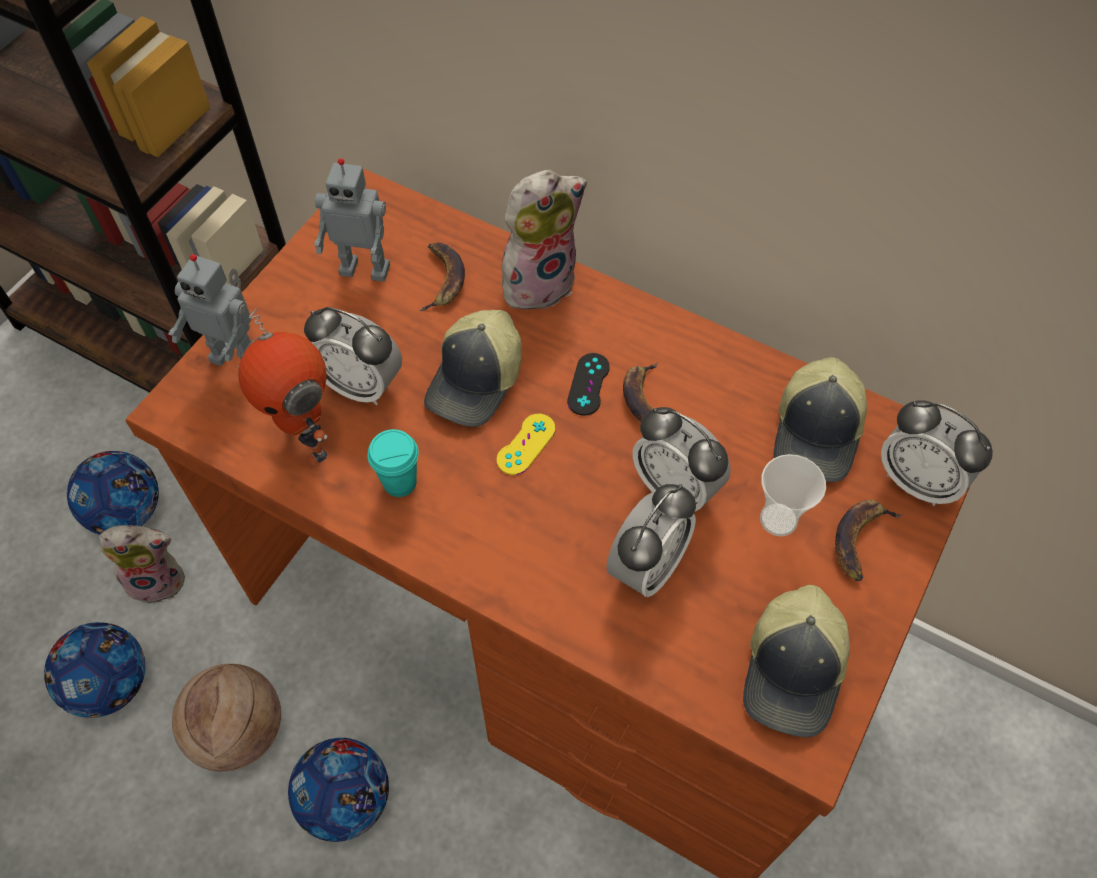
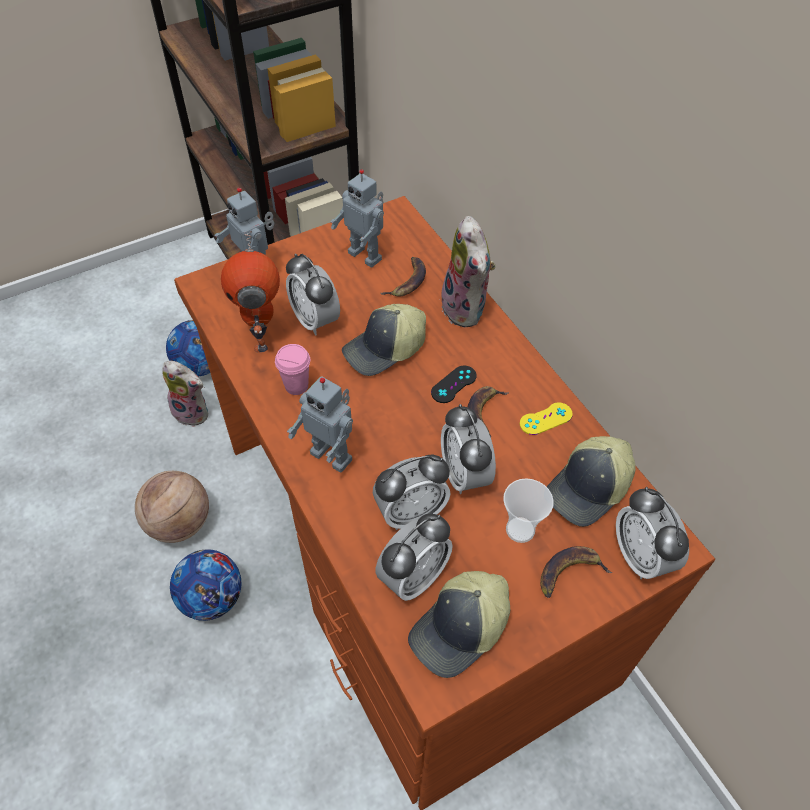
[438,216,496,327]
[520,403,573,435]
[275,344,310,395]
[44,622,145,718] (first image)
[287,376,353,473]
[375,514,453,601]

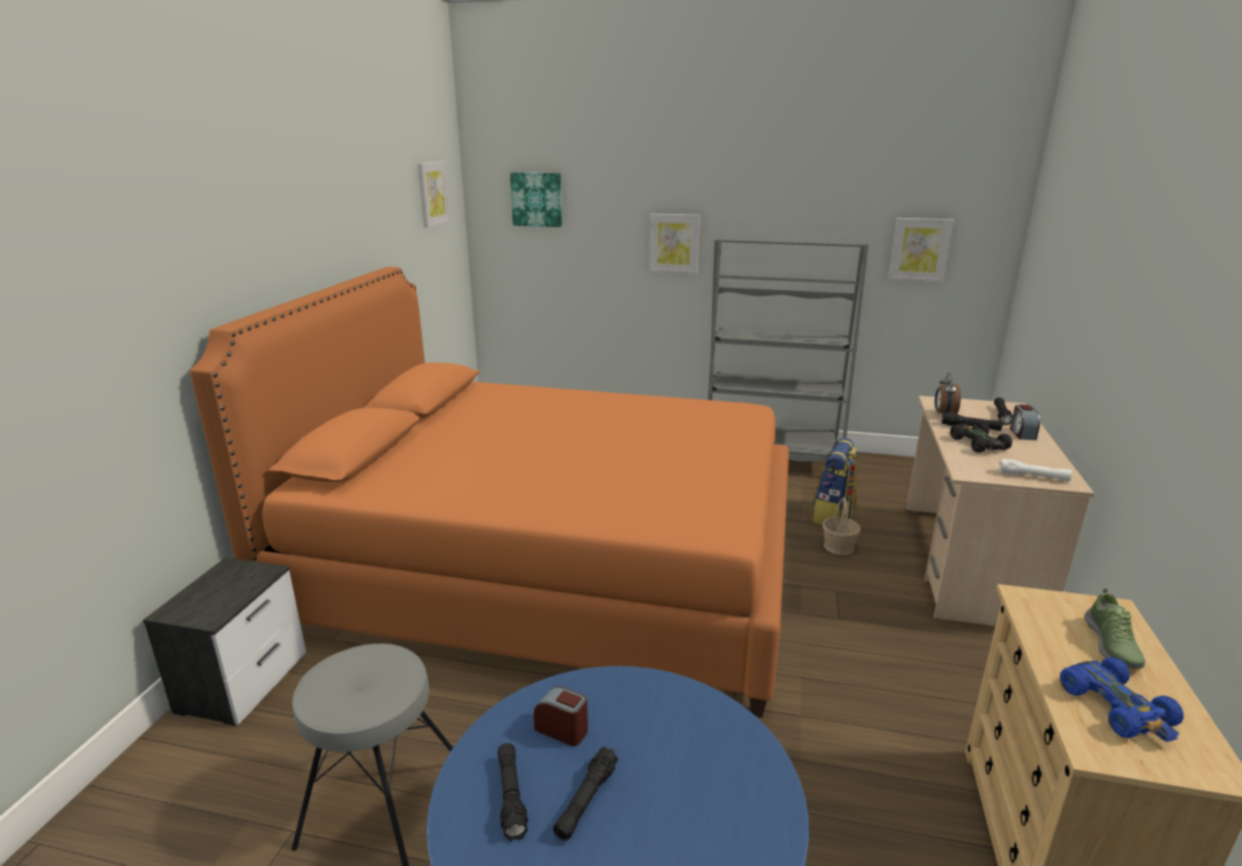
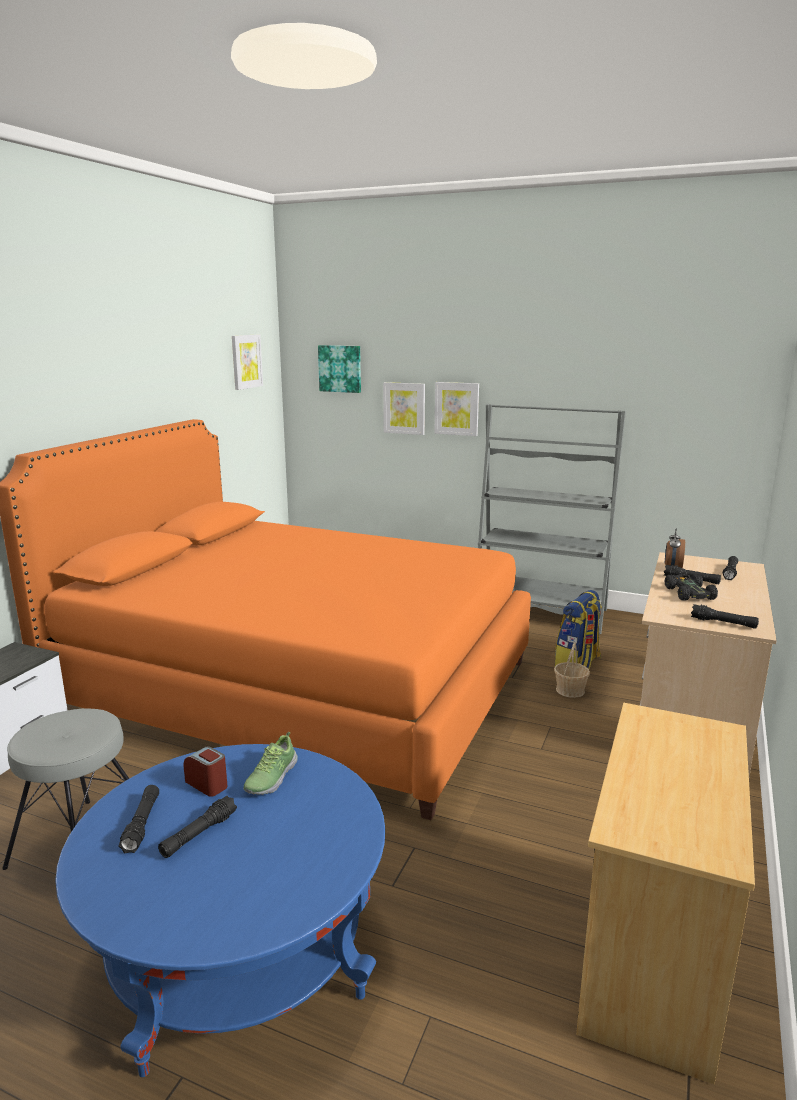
[383,382,425,435]
[1010,404,1040,440] (first image)
[691,604,759,629]
[244,732,298,795]
[1060,657,1184,742] (first image)

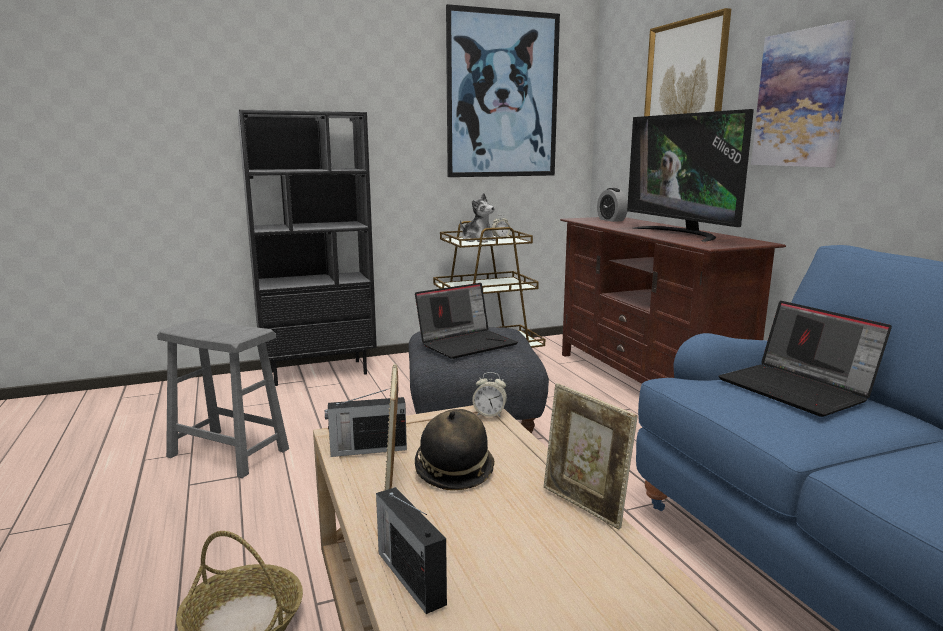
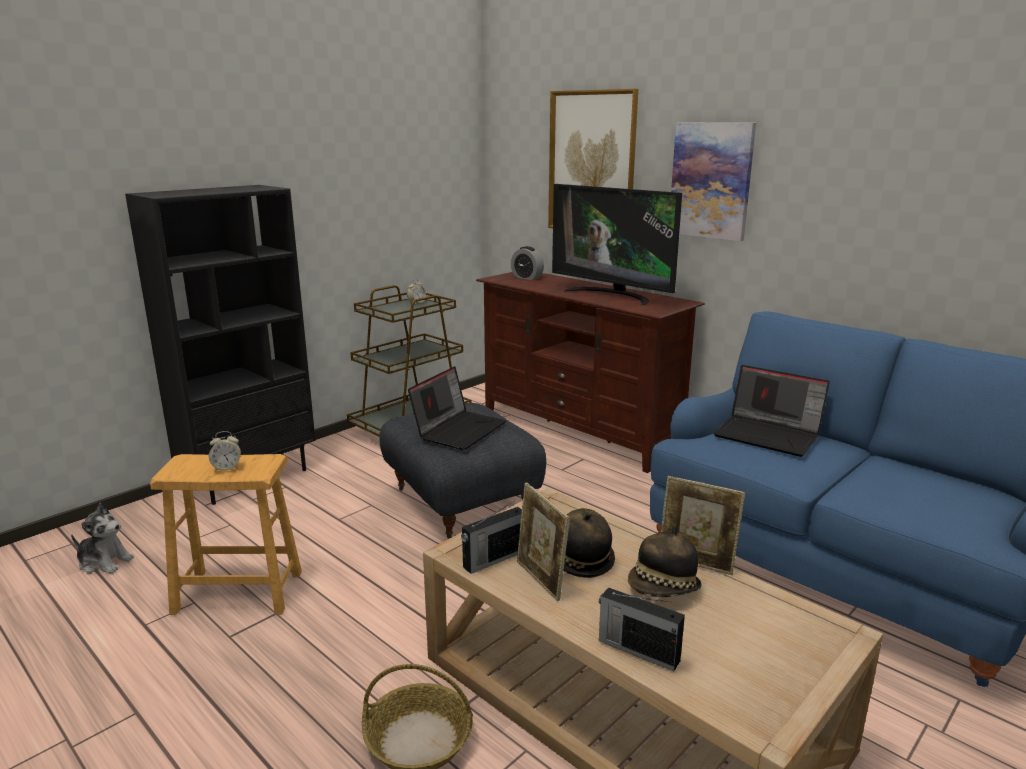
[446,4,560,177] (first image)
[71,502,134,574]
[150,454,302,615]
[209,431,241,472]
[628,525,702,597]

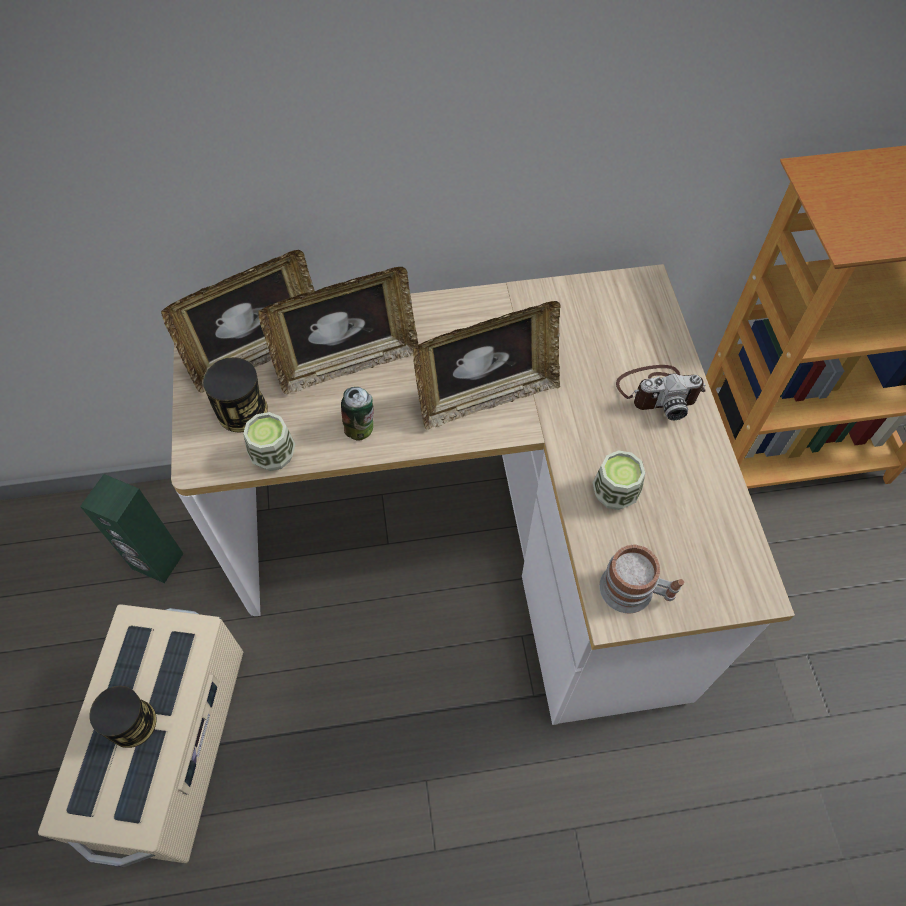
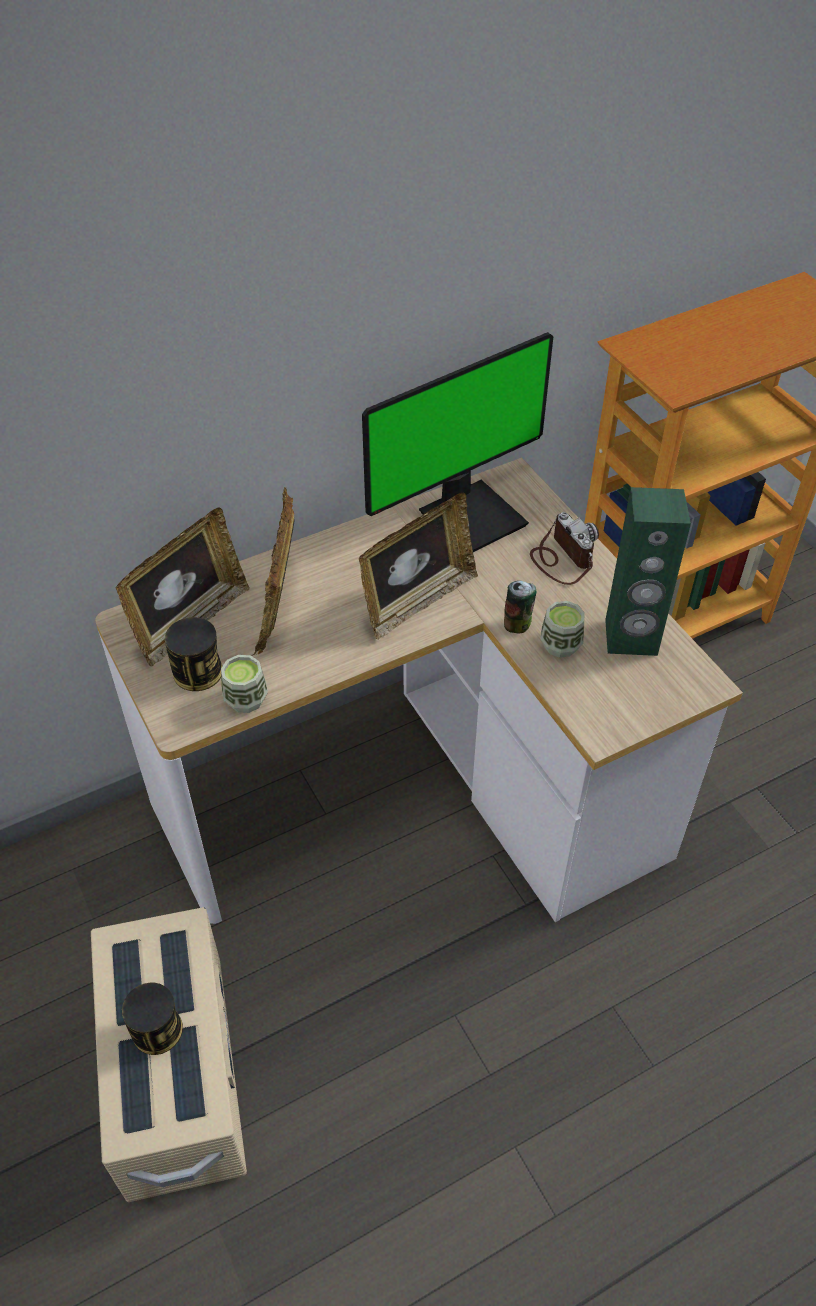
[253,487,294,655]
[530,512,599,585]
[504,580,537,633]
[605,487,691,656]
[599,544,684,613] (first image)
[362,332,553,552]

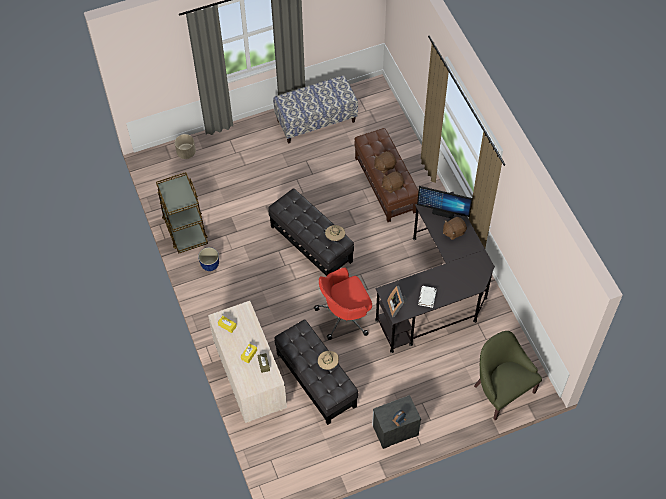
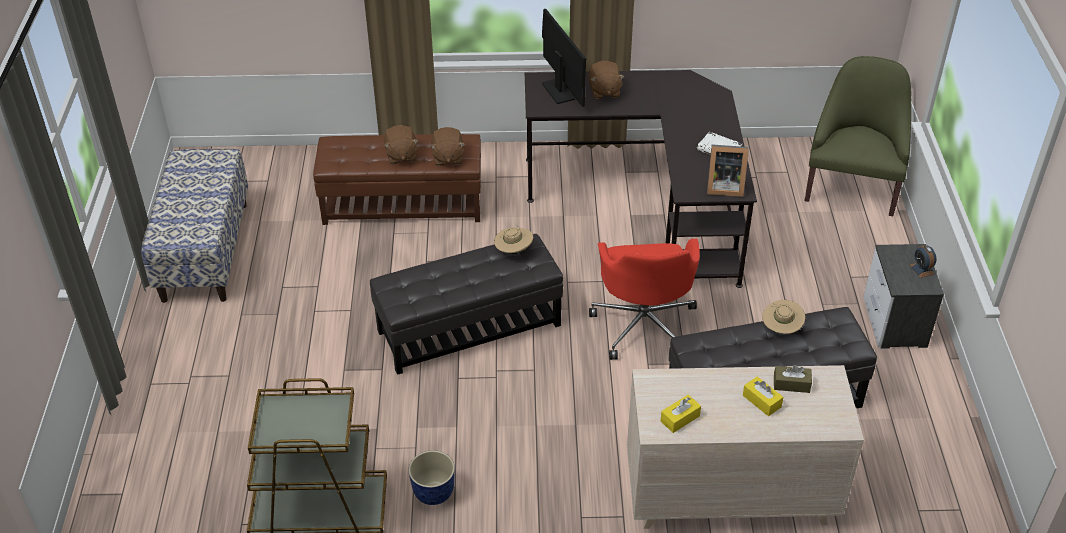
[175,134,196,159] (first image)
[542,9,586,107]
[804,56,911,216]

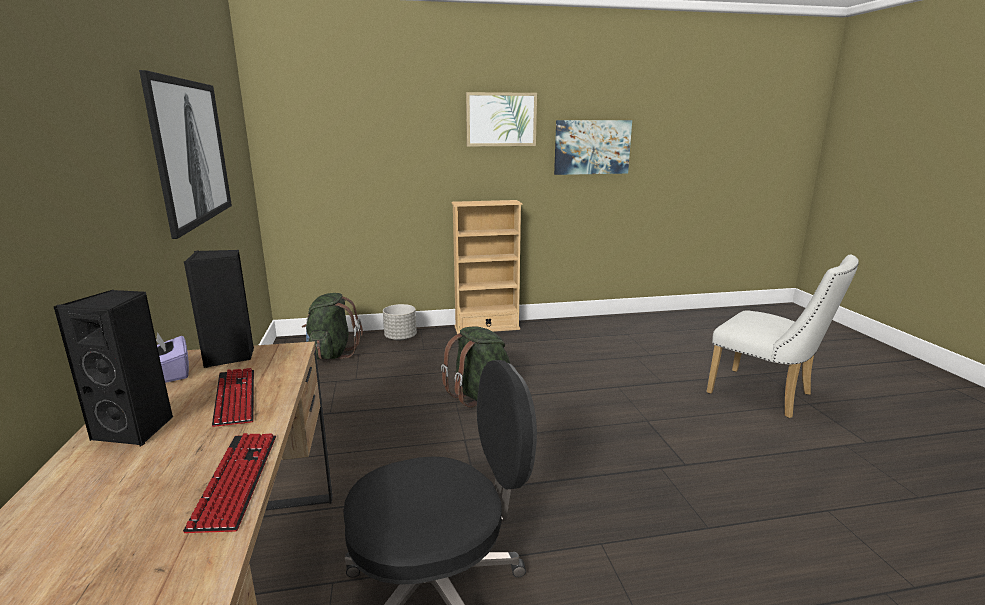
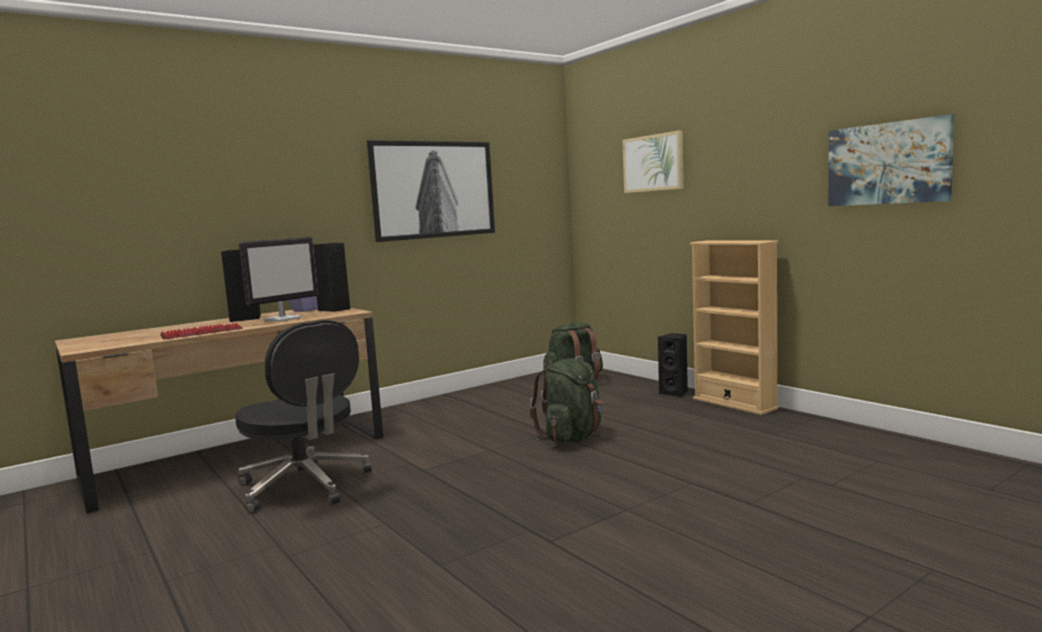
[622,130,684,193]
[706,255,859,418] (first image)
[383,304,417,341] (first image)
[239,237,318,322]
[658,333,688,397]

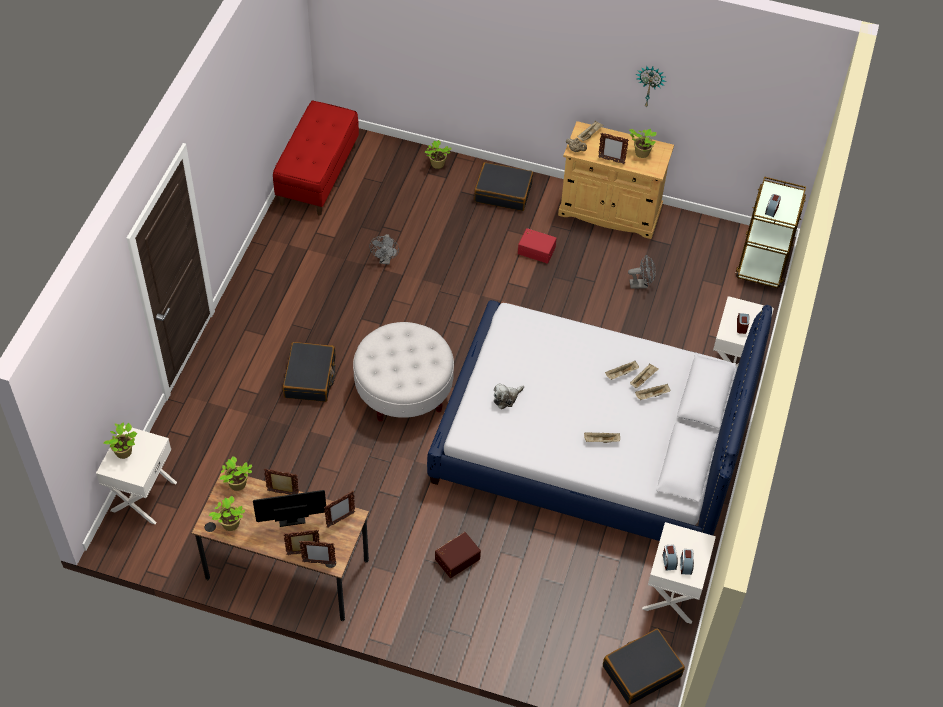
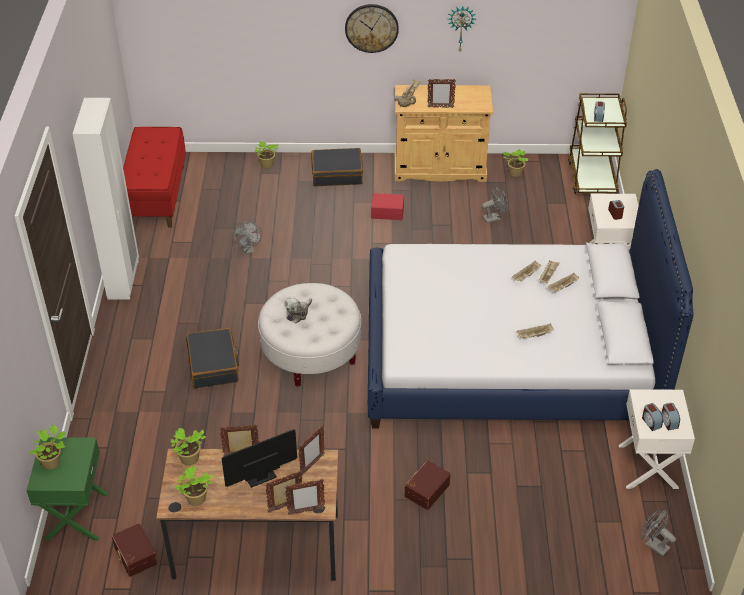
[503,149,529,177]
[284,298,312,323]
[26,437,108,540]
[642,510,676,556]
[345,4,399,53]
[73,98,139,300]
[112,524,158,577]

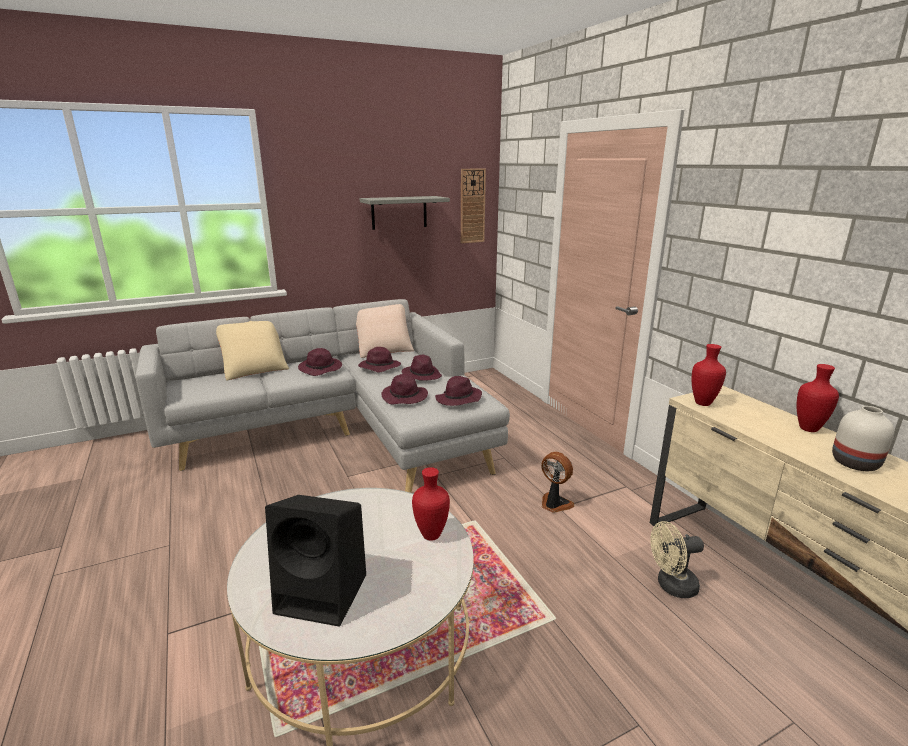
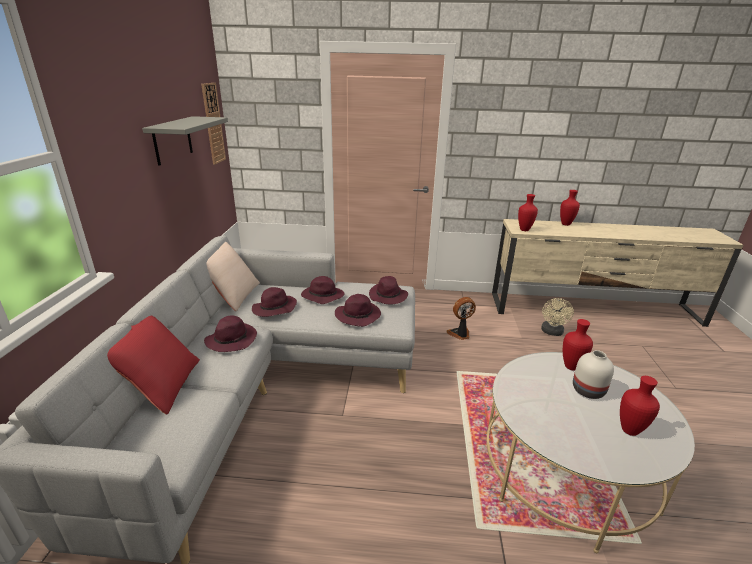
[107,316,200,415]
[573,350,614,399]
[620,376,660,436]

